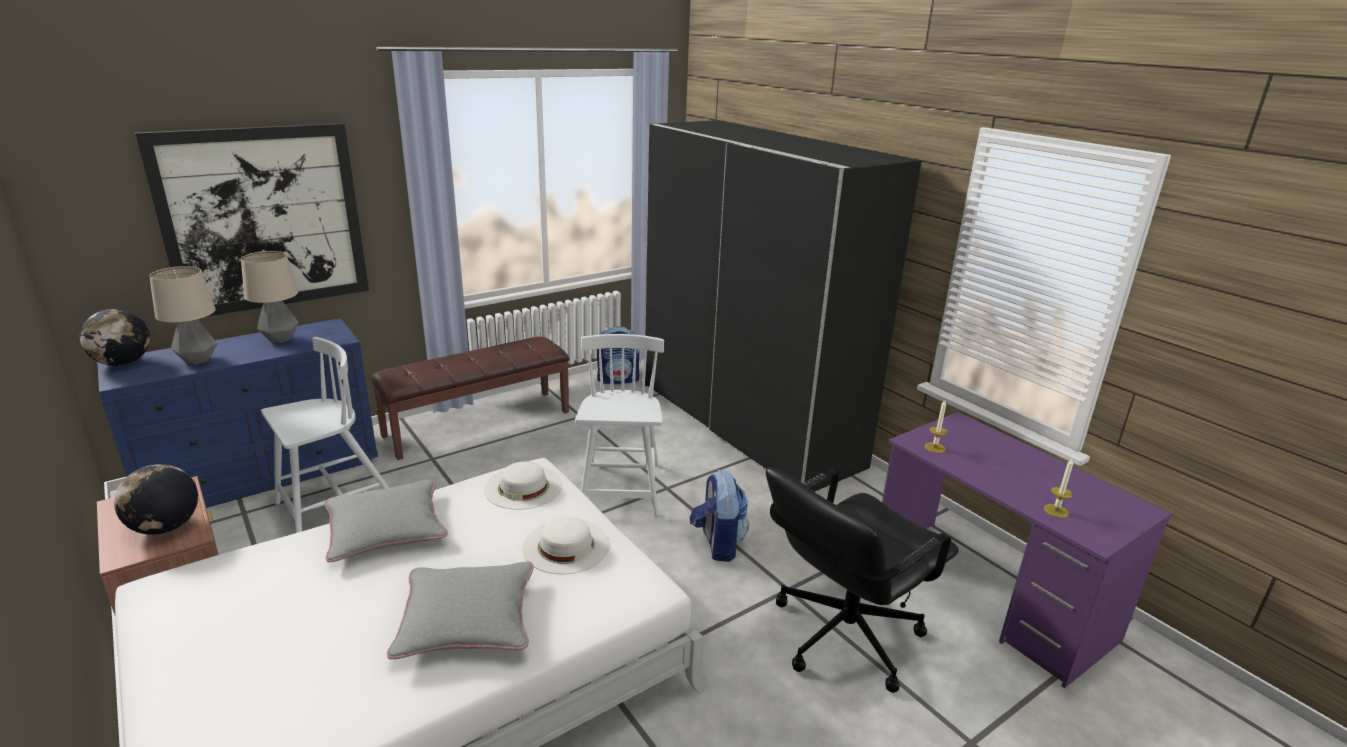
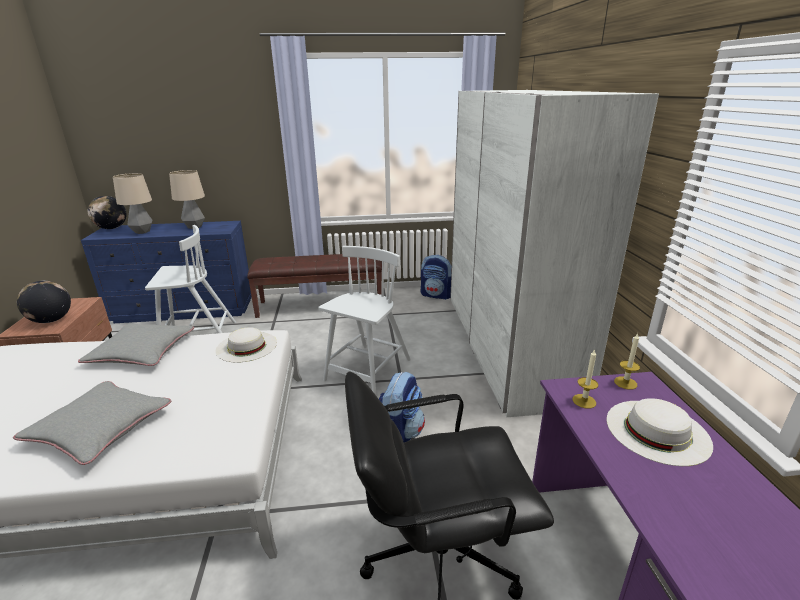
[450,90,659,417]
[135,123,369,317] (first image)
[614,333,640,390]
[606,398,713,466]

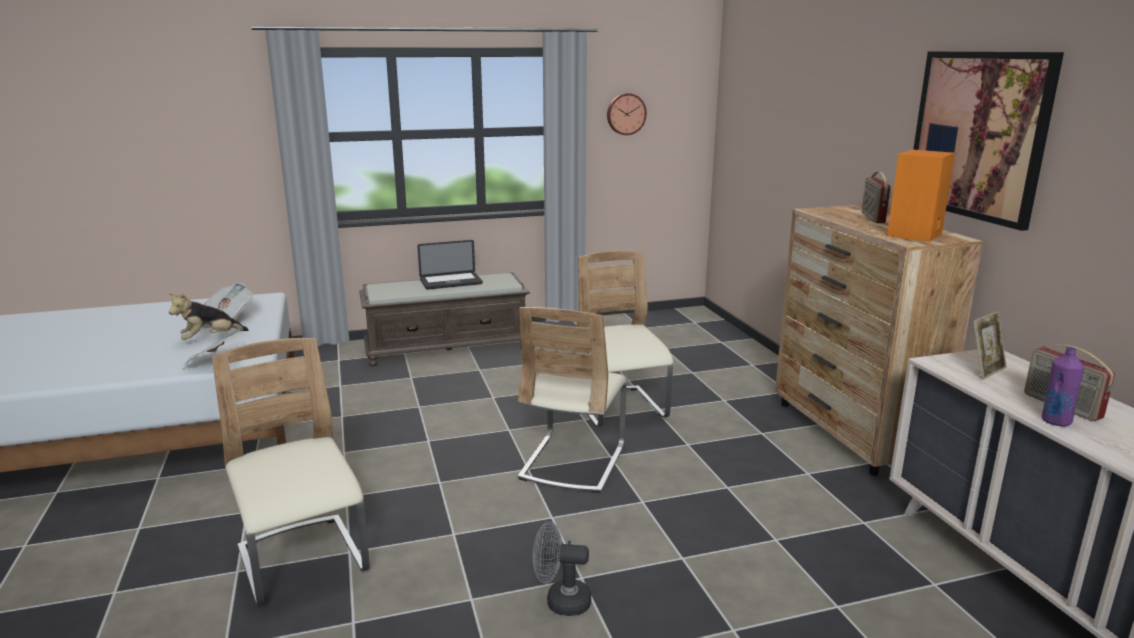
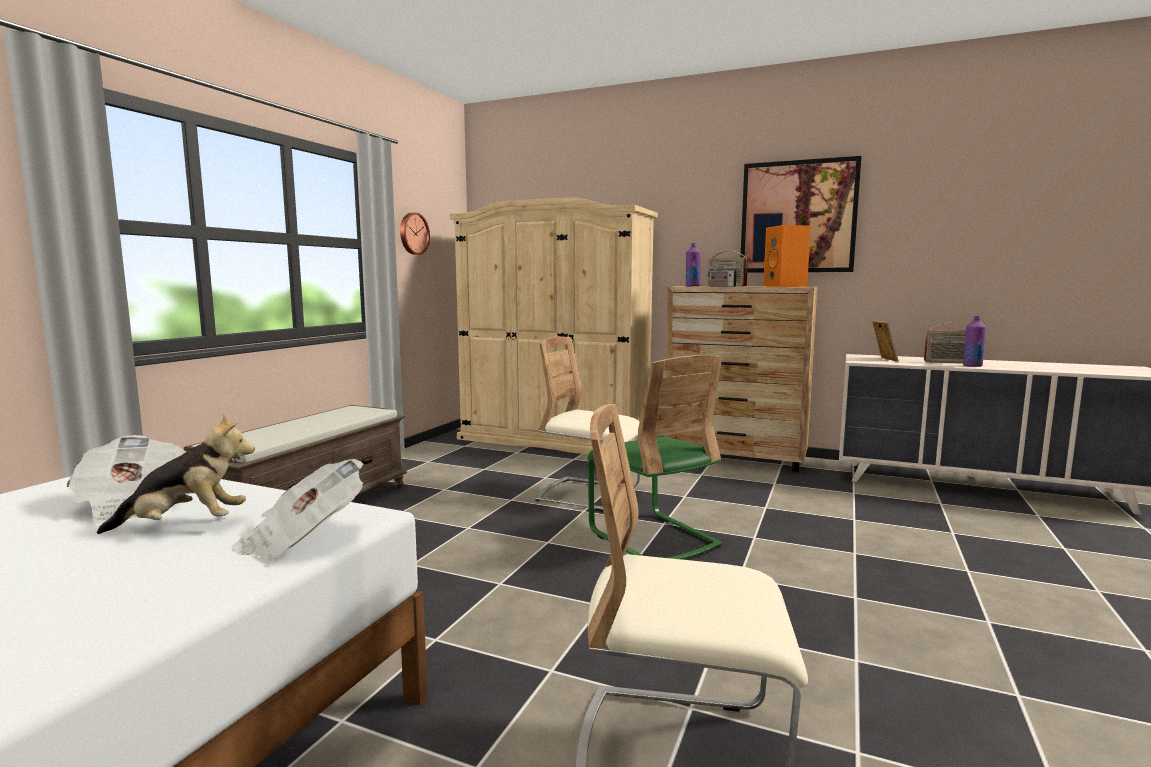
[417,240,483,289] (first image)
[97,415,255,534]
[588,355,722,560]
[533,522,591,616] (first image)
[450,197,658,455]
[686,243,701,286]
[708,263,736,287]

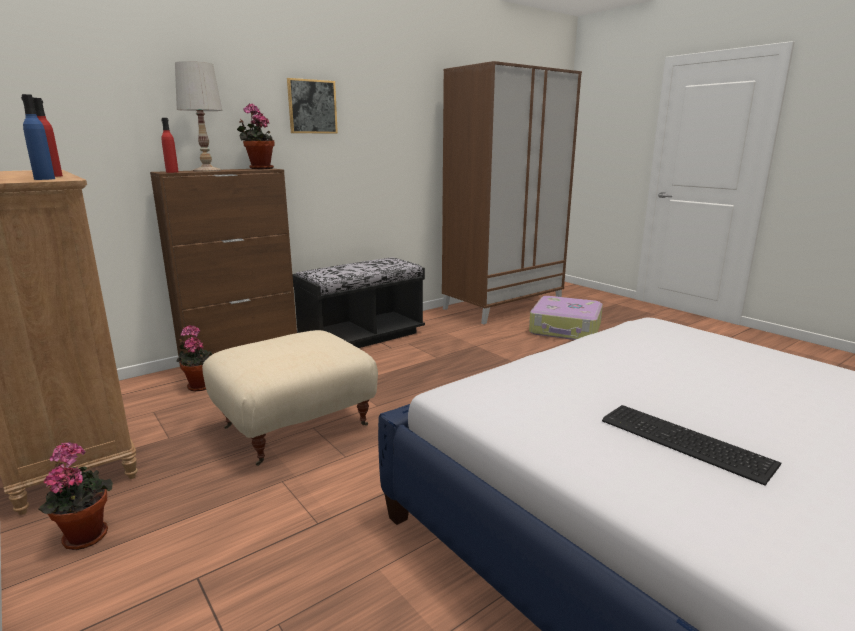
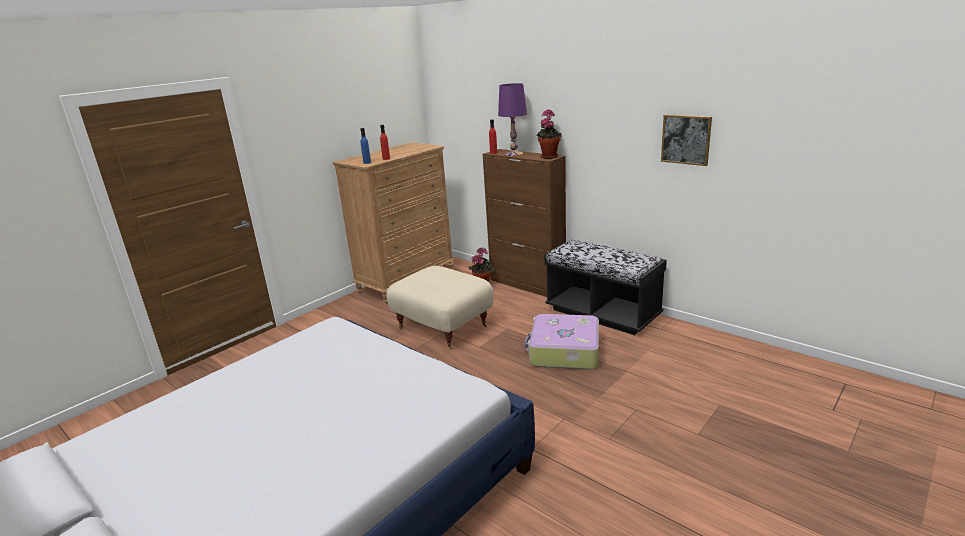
[498,83,527,156]
[442,61,582,324] (first image)
[661,114,712,166]
[524,314,599,370]
[602,405,781,486] (first image)
[38,442,113,550] (first image)

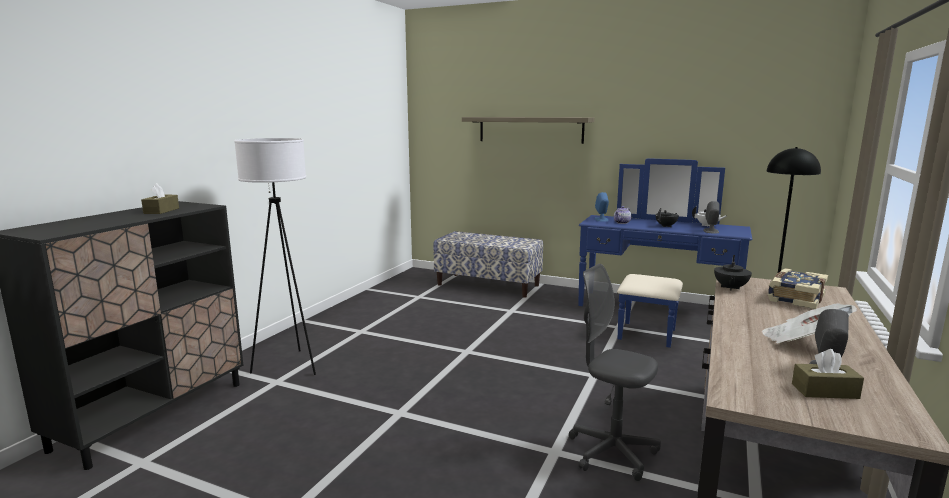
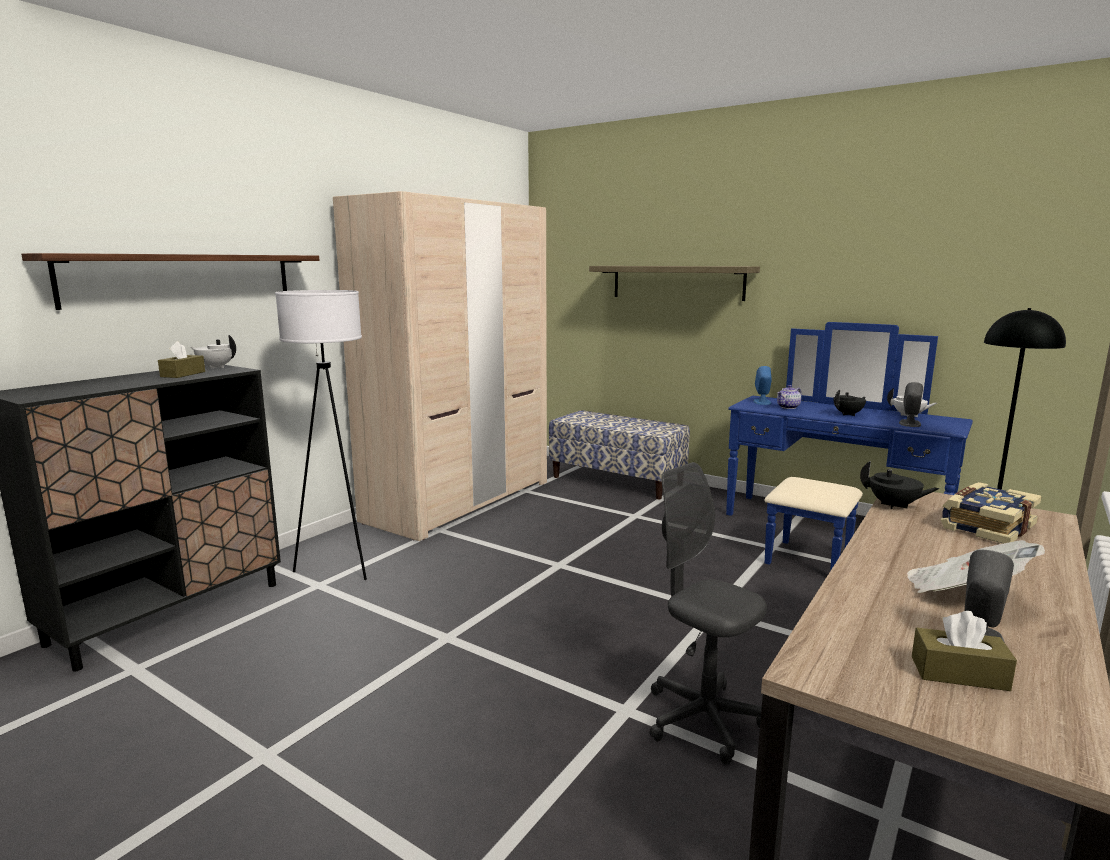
[860,461,939,510]
[333,191,547,541]
[21,253,320,310]
[191,335,236,369]

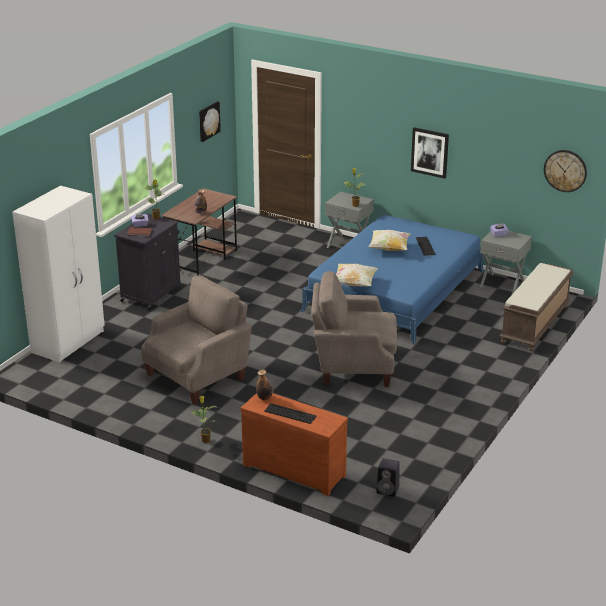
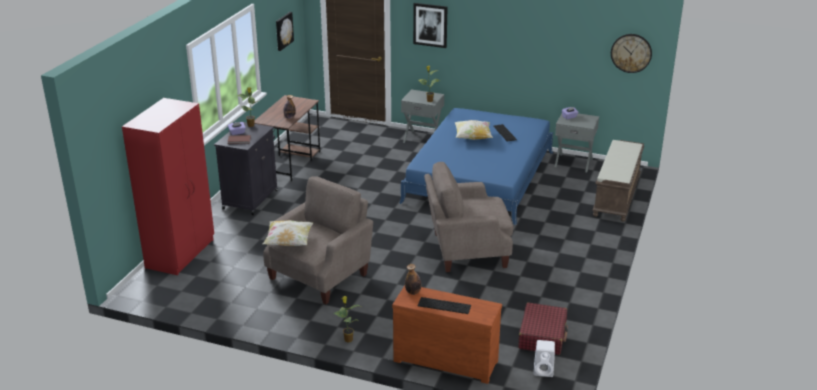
[413,3,448,48]
[122,98,214,275]
[263,220,313,246]
[534,340,555,377]
[518,302,568,355]

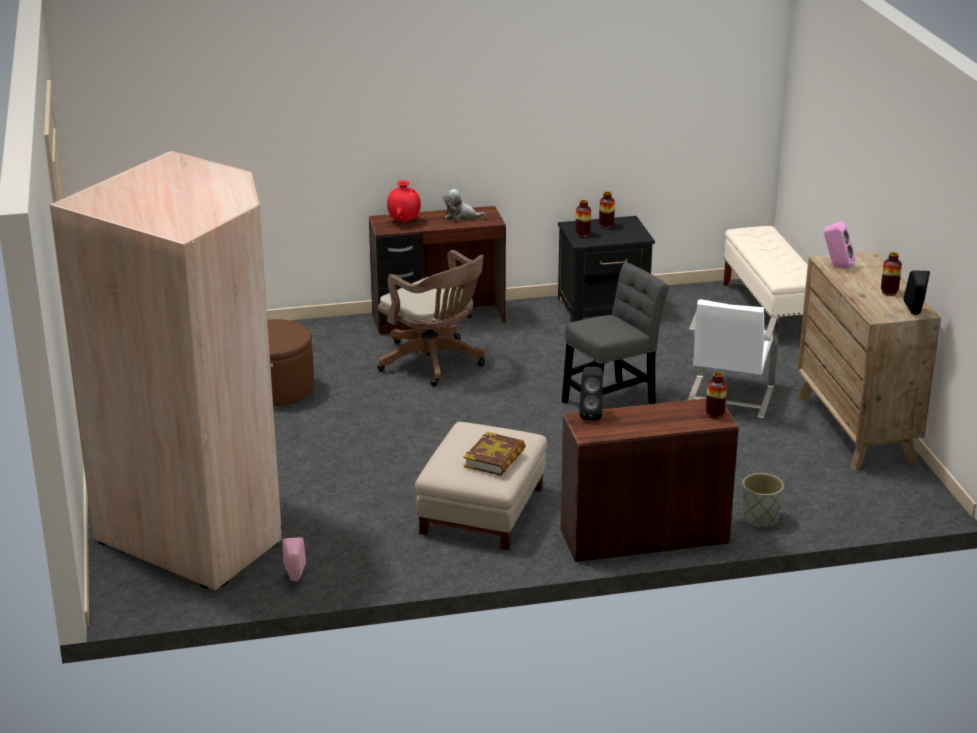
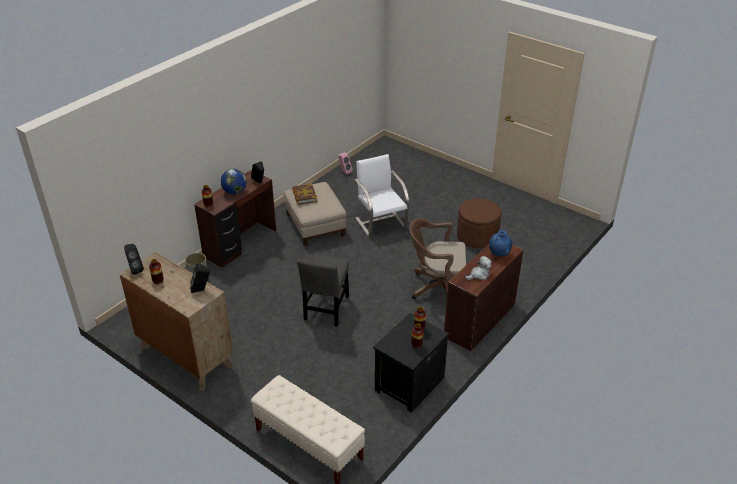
[50,151,282,590] (first image)
[489,230,512,256]
[190,263,210,293]
[355,154,409,237]
[221,169,247,194]

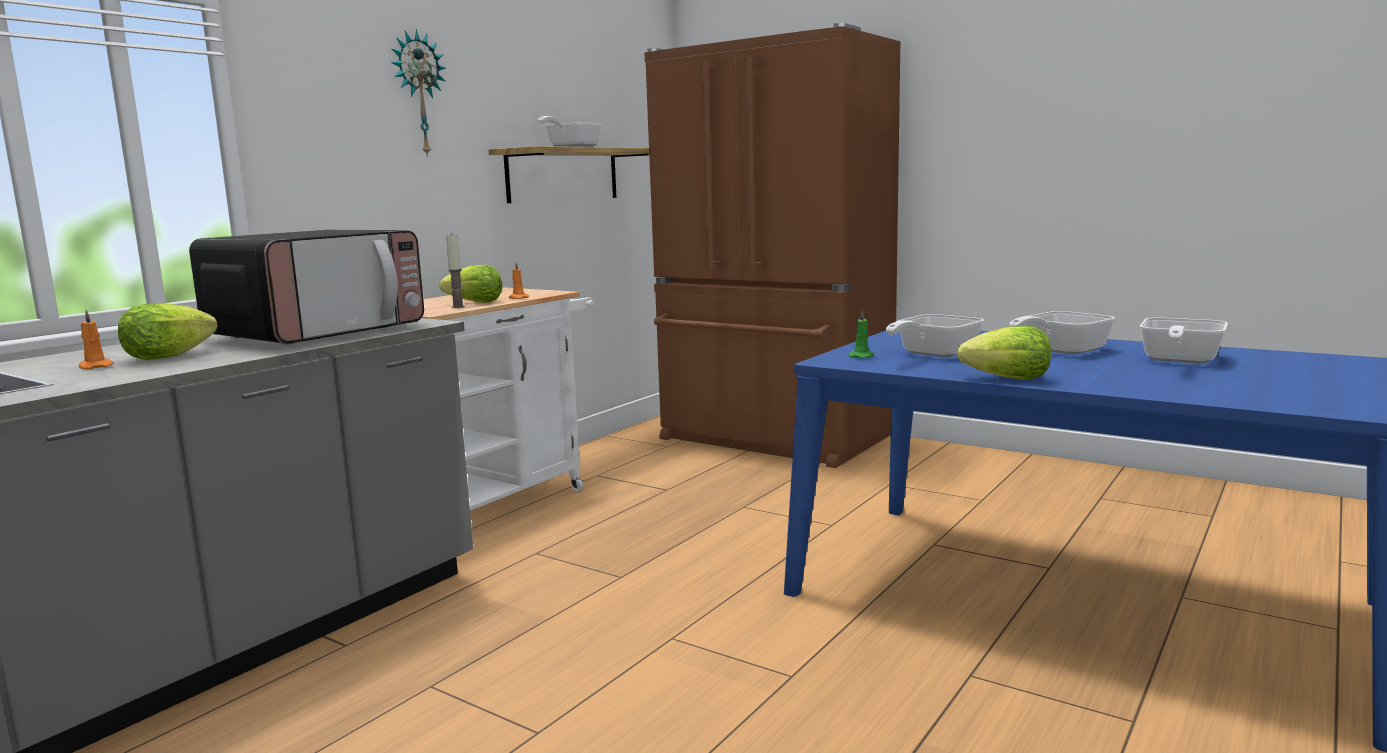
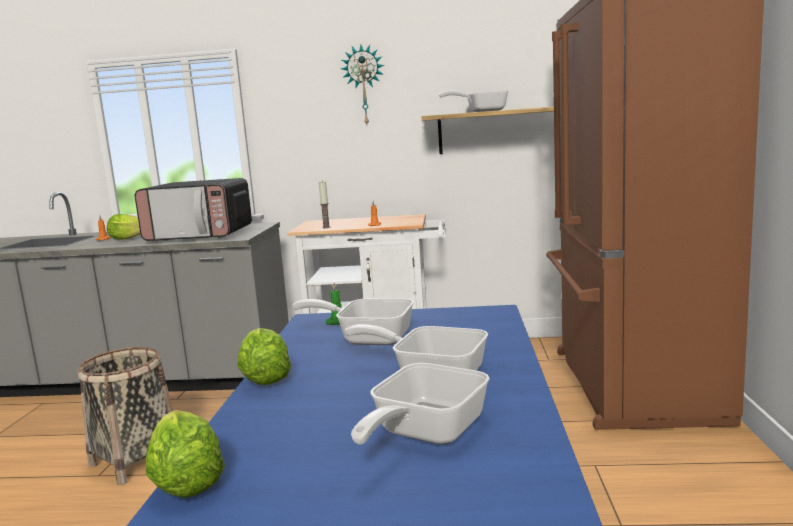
[146,410,225,498]
[351,363,490,445]
[77,347,173,486]

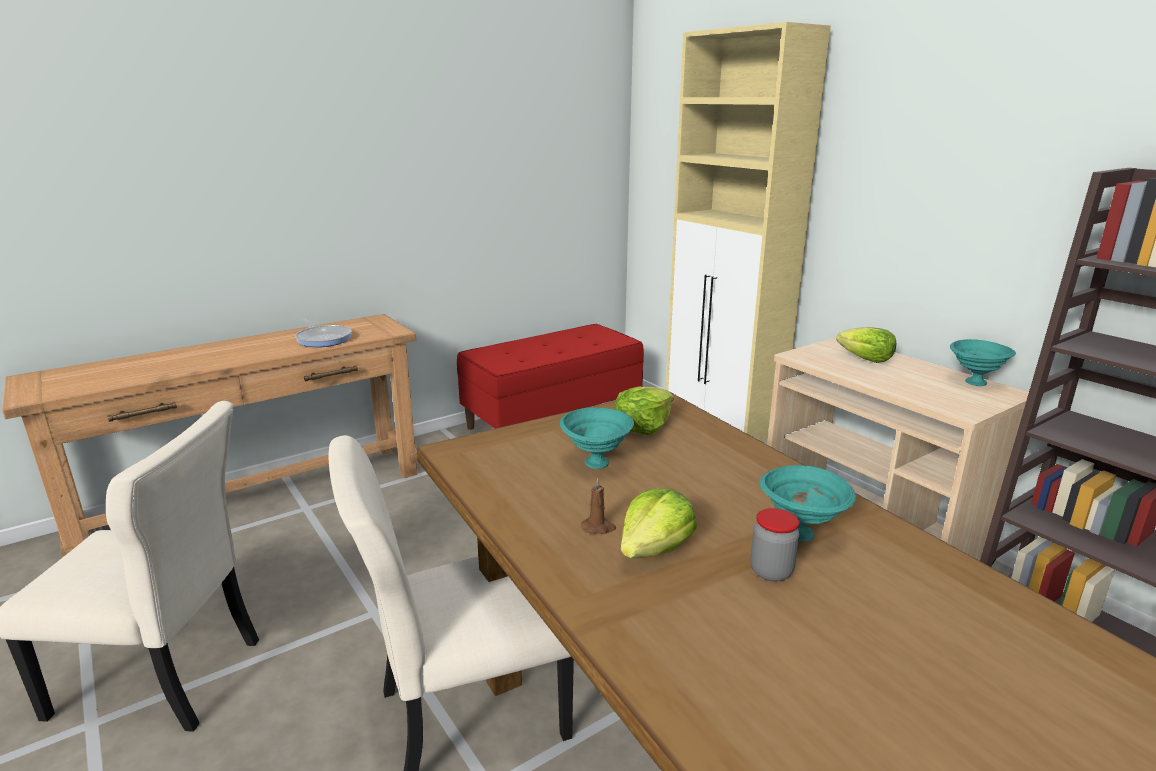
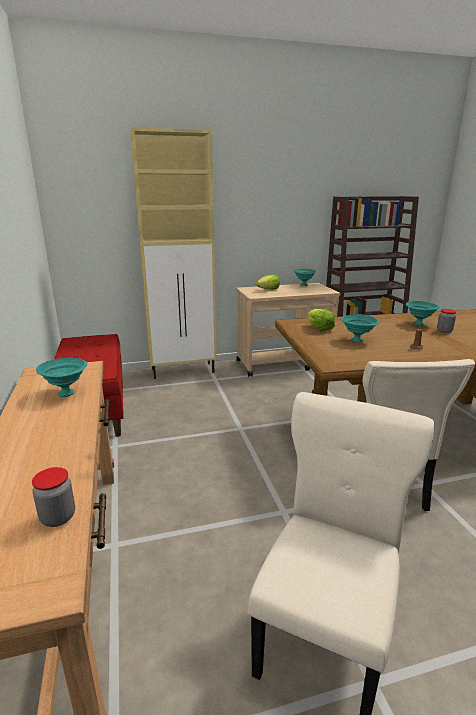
[36,358,87,397]
[621,489,697,558] (first image)
[32,467,75,527]

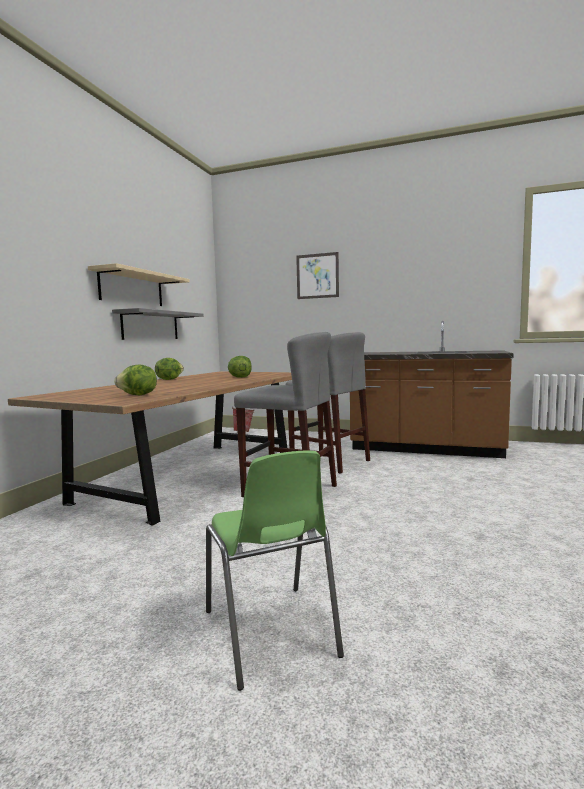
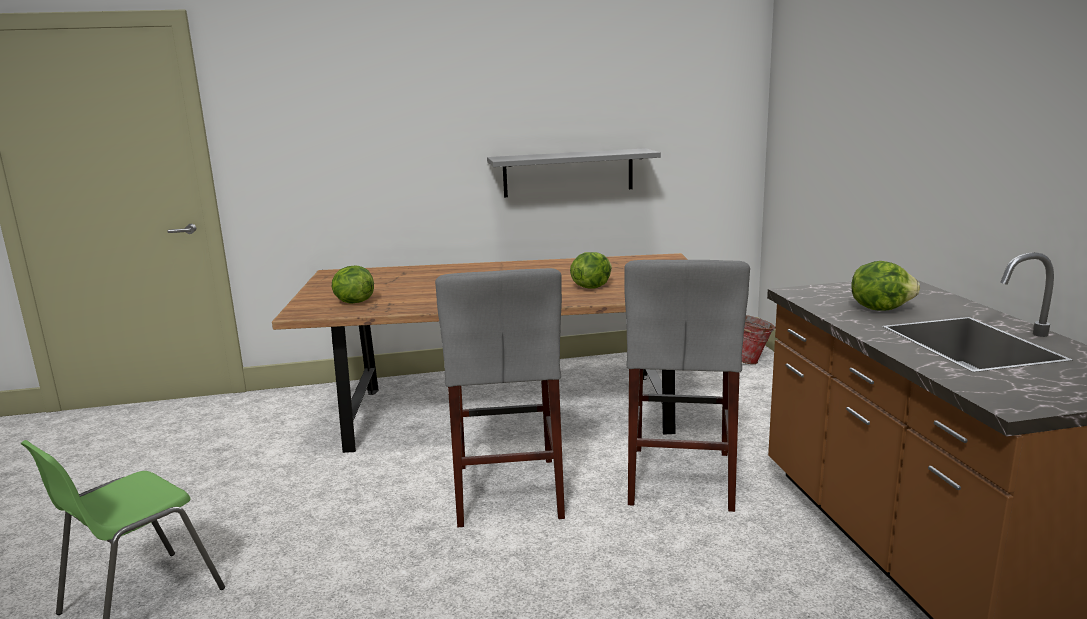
[296,252,339,299] (first image)
[88,263,190,306] (first image)
[851,261,920,311]

